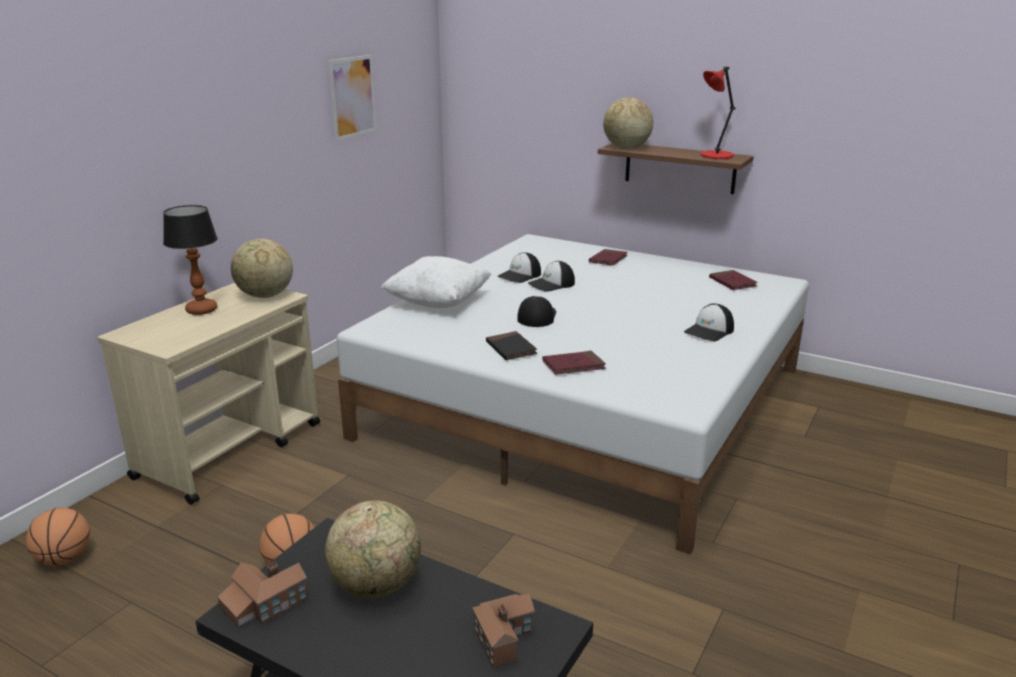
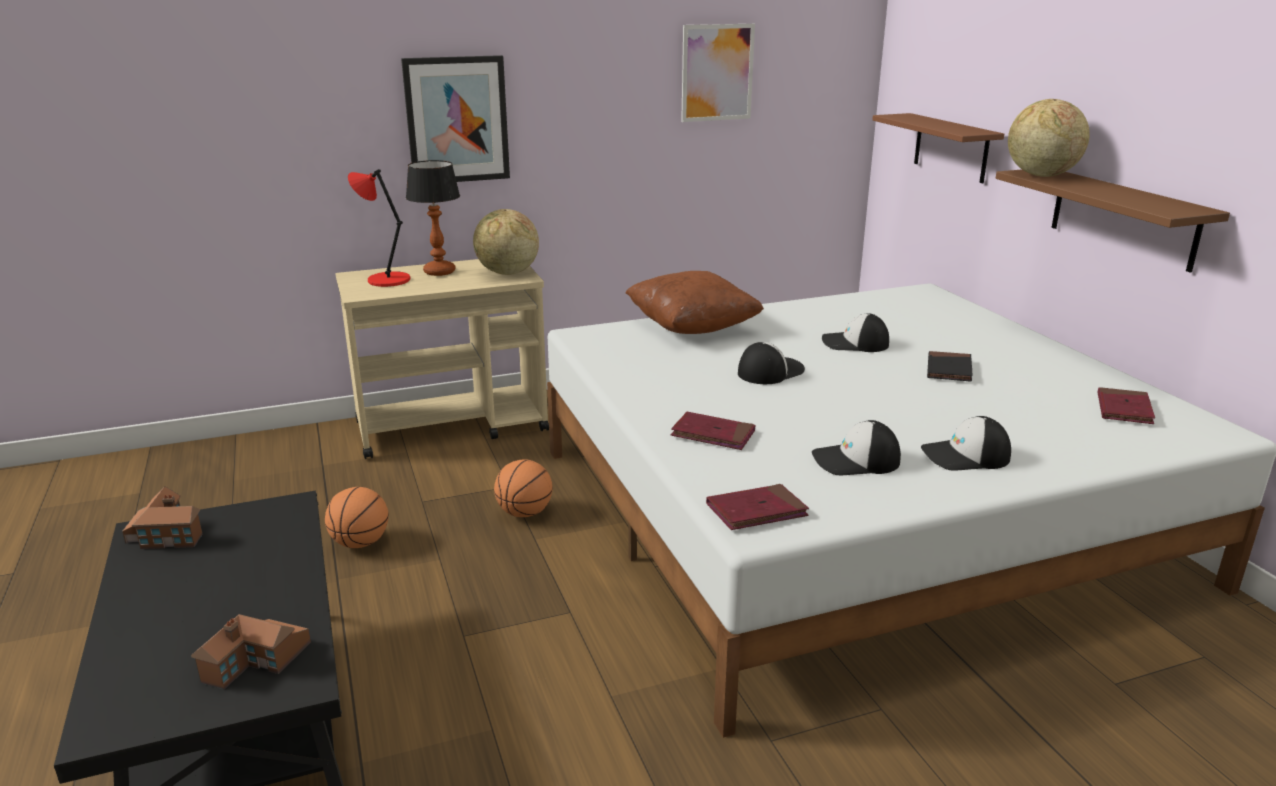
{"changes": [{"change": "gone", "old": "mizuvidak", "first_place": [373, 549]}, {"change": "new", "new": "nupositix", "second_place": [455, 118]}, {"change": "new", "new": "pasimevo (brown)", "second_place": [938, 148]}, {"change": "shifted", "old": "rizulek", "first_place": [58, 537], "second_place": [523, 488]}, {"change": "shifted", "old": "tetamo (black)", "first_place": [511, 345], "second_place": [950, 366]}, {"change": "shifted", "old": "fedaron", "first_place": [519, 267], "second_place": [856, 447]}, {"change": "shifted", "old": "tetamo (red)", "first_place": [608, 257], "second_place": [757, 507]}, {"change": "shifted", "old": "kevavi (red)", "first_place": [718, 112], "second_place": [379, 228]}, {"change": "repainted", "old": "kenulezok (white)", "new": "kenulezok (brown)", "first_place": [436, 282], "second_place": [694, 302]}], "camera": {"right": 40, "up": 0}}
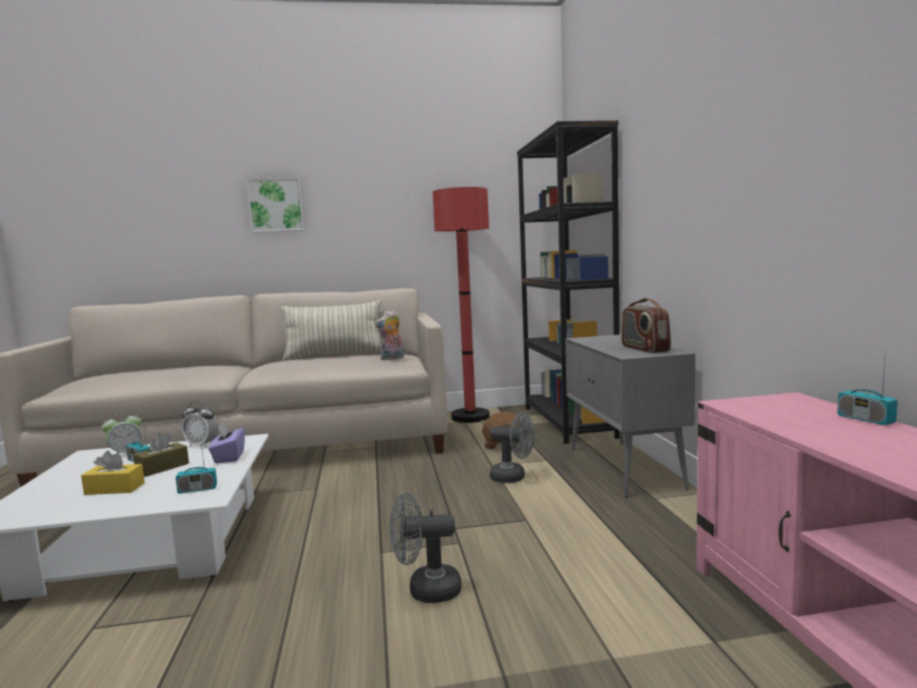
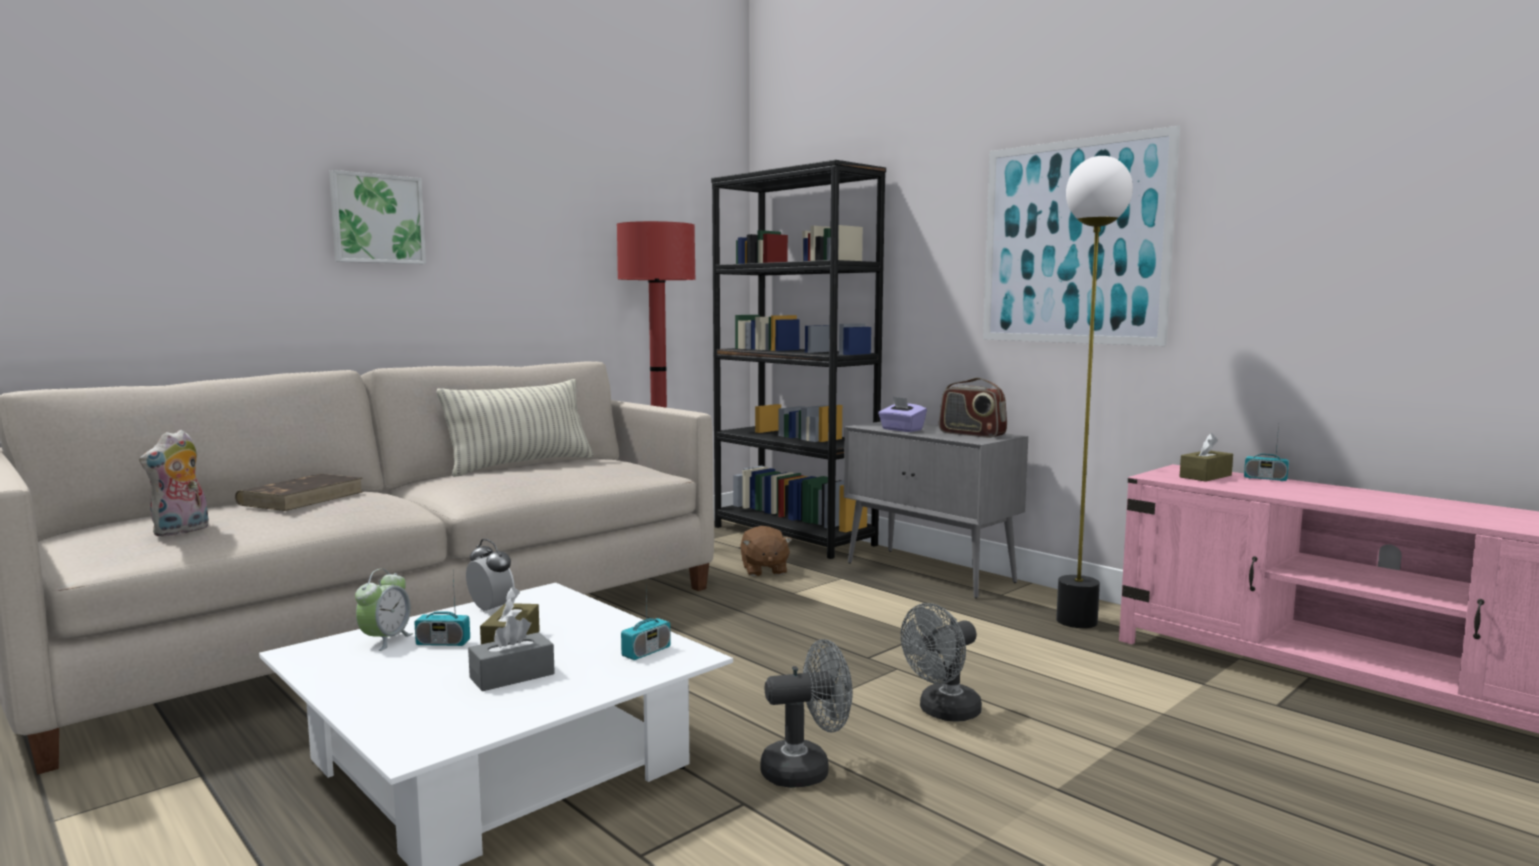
{"changes": [{"change": "new", "new": "tetamo (brown)", "second_place": [299, 492]}, {"change": "new", "new": "nupositix", "second_place": [1081, 236]}, {"change": "new", "new": "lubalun", "second_place": [1094, 392]}, {"change": "new", "new": "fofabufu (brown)", "second_place": [1206, 457]}, {"change": "shifted", "old": "fofabufu (purple)", "first_place": [227, 443], "second_place": [902, 414]}, {"change": "shifted", "old": "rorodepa", "first_place": [389, 335], "second_place": [174, 483]}, {"change": "shifted", "old": "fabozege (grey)", "first_place": [512, 447], "second_place": [806, 713]}, {"change": "repainted", "old": "fofabufu (yellow)", "new": "fofabufu (grey)", "first_place": [113, 473], "second_place": [511, 653]}, {"change": "rotated", "old": "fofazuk", "first_place": [200, 424], "second_place": [490, 575], "degrees": -120}], "camera": {"right": -35, "up": 0}}
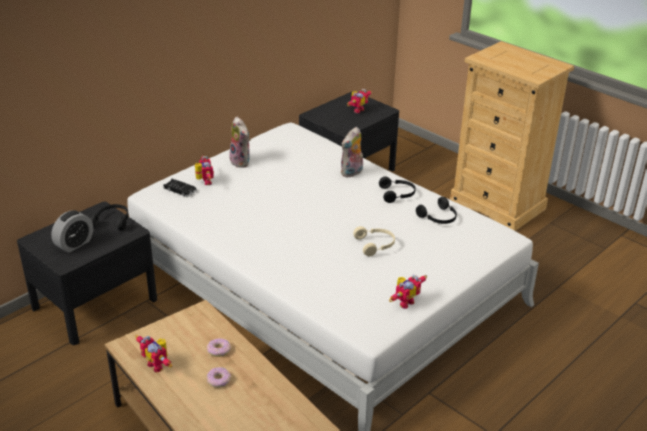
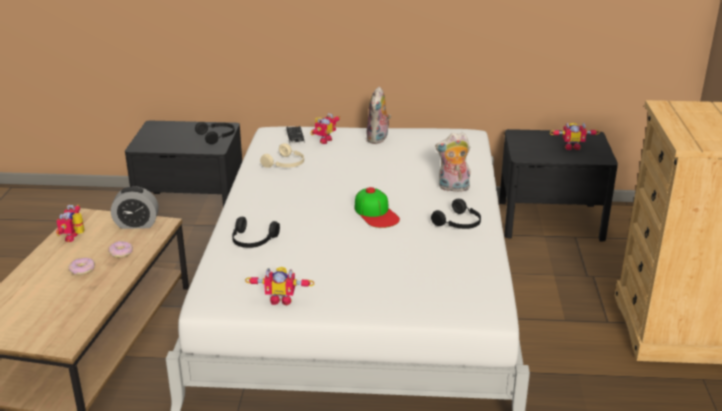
{"changes": [{"change": "new", "new": "fedaron", "second_place": [377, 207]}, {"change": "shifted", "old": "fofazuk", "first_place": [72, 231], "second_place": [135, 207]}, {"change": "shifted", "old": "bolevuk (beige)", "first_place": [374, 241], "second_place": [282, 155]}, {"change": "shifted", "old": "bolevuk (black)", "first_place": [436, 210], "second_place": [256, 232]}], "camera": {"right": 50, "up": -5}}
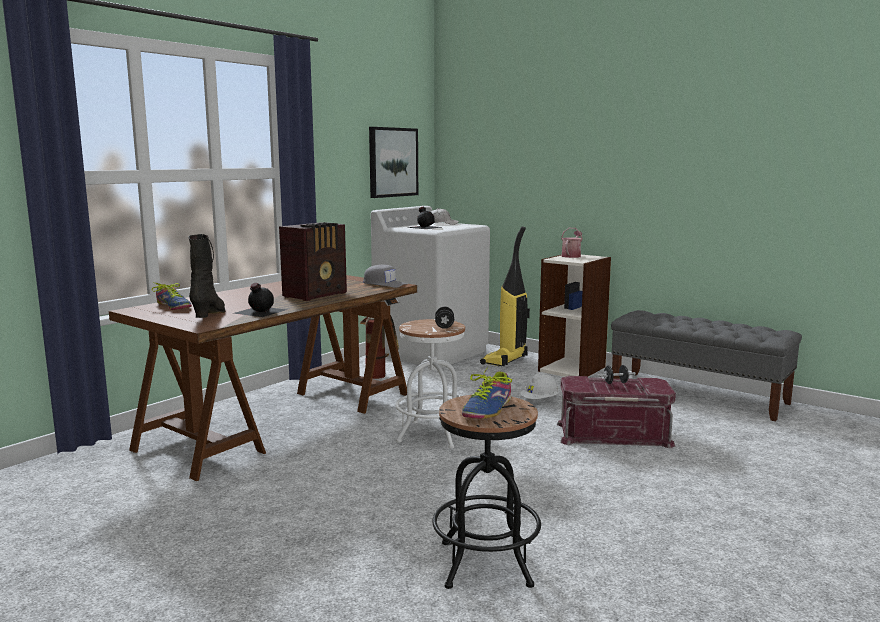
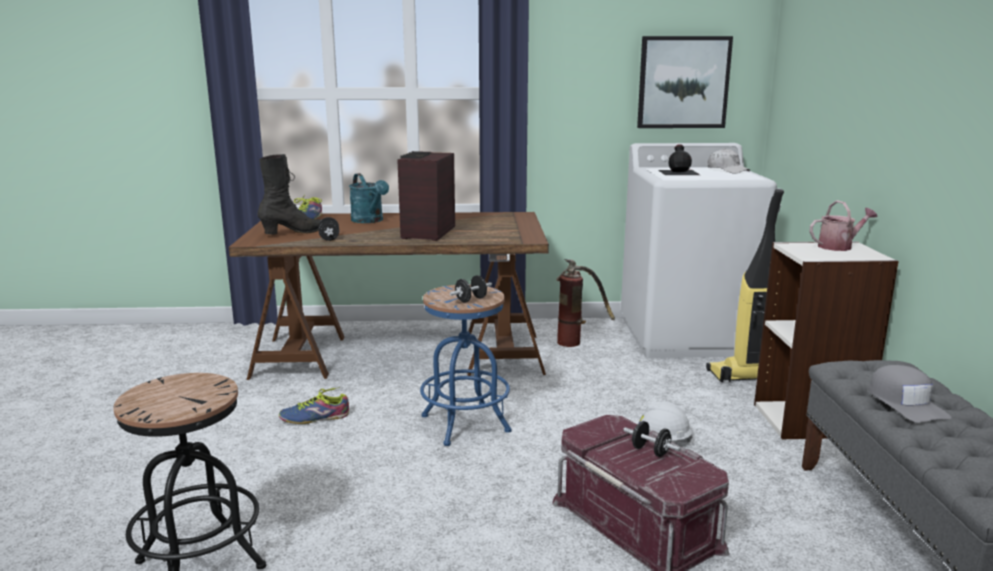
{"changes": [{"change": "new", "new": "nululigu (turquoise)", "second_place": [369, 198]}, {"change": "shifted", "old": "fedaron (grey)", "first_place": [385, 276], "second_place": [910, 394]}, {"change": "shifted", "old": "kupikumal", "first_place": [487, 393], "second_place": [314, 405]}, {"change": "swapped", "old": "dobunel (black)", "new": "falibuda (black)", "first_place": [259, 300], "second_place": [329, 229]}, {"change": "repainted", "old": "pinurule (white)", "new": "pinurule (blue)", "first_place": [430, 384], "second_place": [466, 365]}, {"change": "rotated", "old": "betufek", "first_place": [313, 261], "second_place": [426, 196], "degrees": 105}], "camera": {"right": 50, "up": 5}}
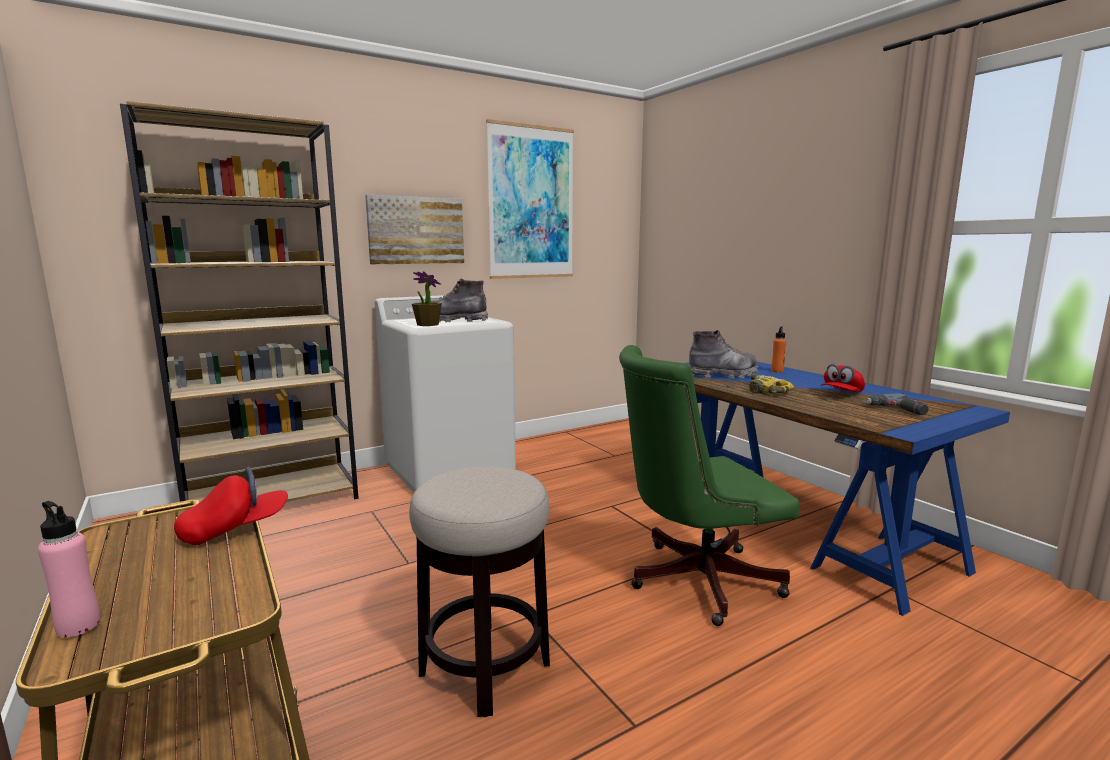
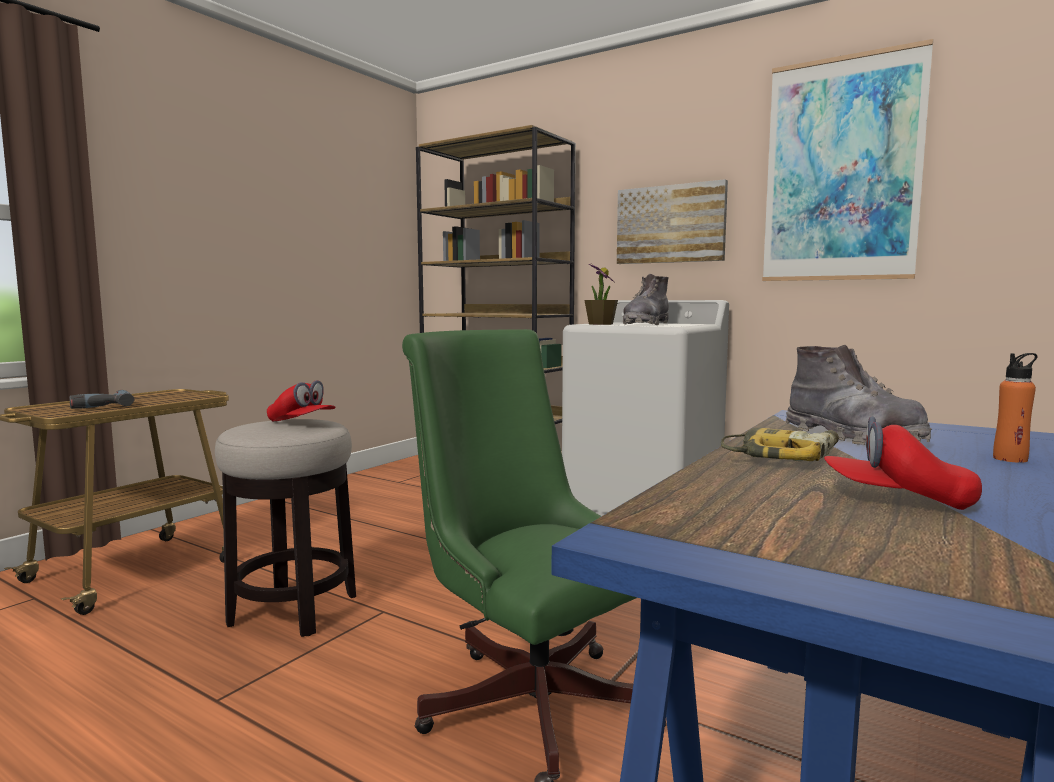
{"changes": [{"change": "gone", "old": "dobunel (pink)", "first_place": [69, 569]}, {"change": "shifted", "old": "fedaron (red)", "first_place": [231, 506], "second_place": [301, 400]}, {"change": "shifted", "old": "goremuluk", "first_place": [897, 404], "second_place": [102, 399]}, {"change": "rotated", "old": "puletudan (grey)", "first_place": [459, 300], "second_place": [645, 299], "degrees": -135}], "camera": {"right": 65, "up": -5}}
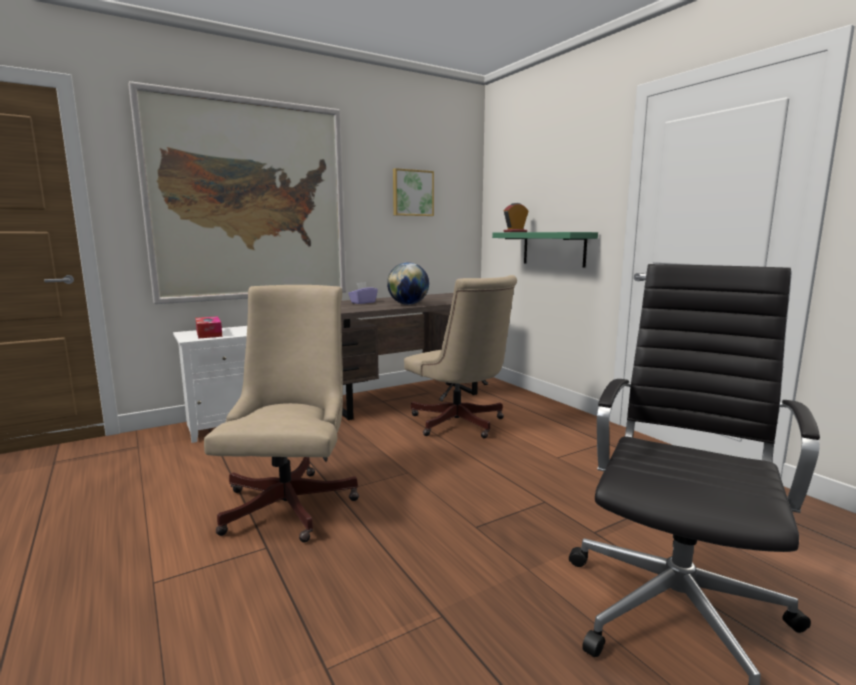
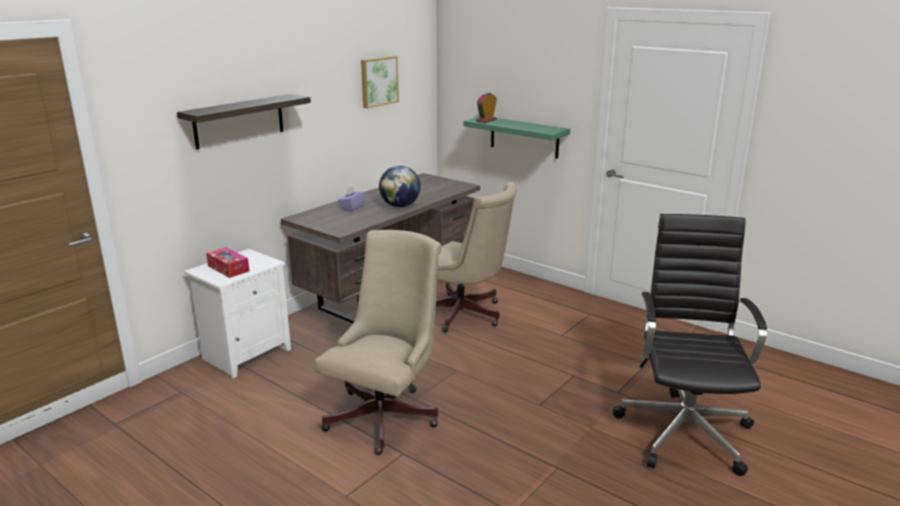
{"changes": [{"change": "swapped", "old": "nupositix", "new": "pasimevo", "first_place": [237, 192], "second_place": [244, 122]}, {"change": "rotated", "old": "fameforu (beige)", "first_place": [281, 414], "second_place": [378, 342], "degrees": 45}], "camera": {"right": -20, "up": 10}}
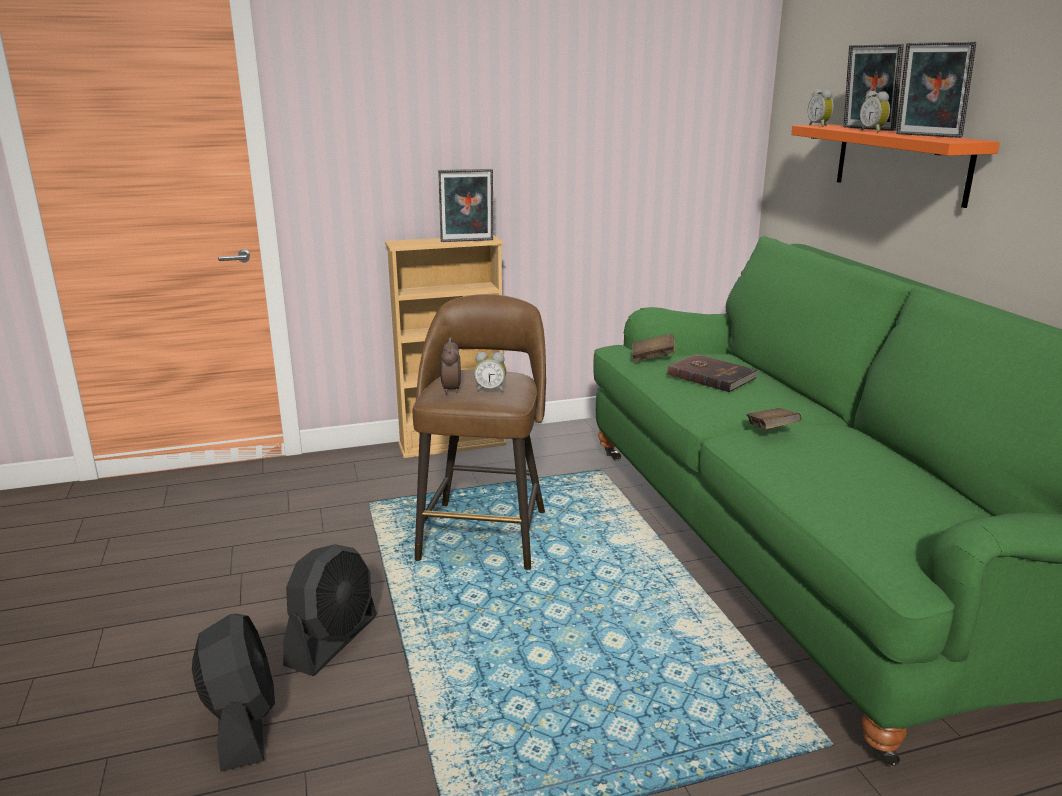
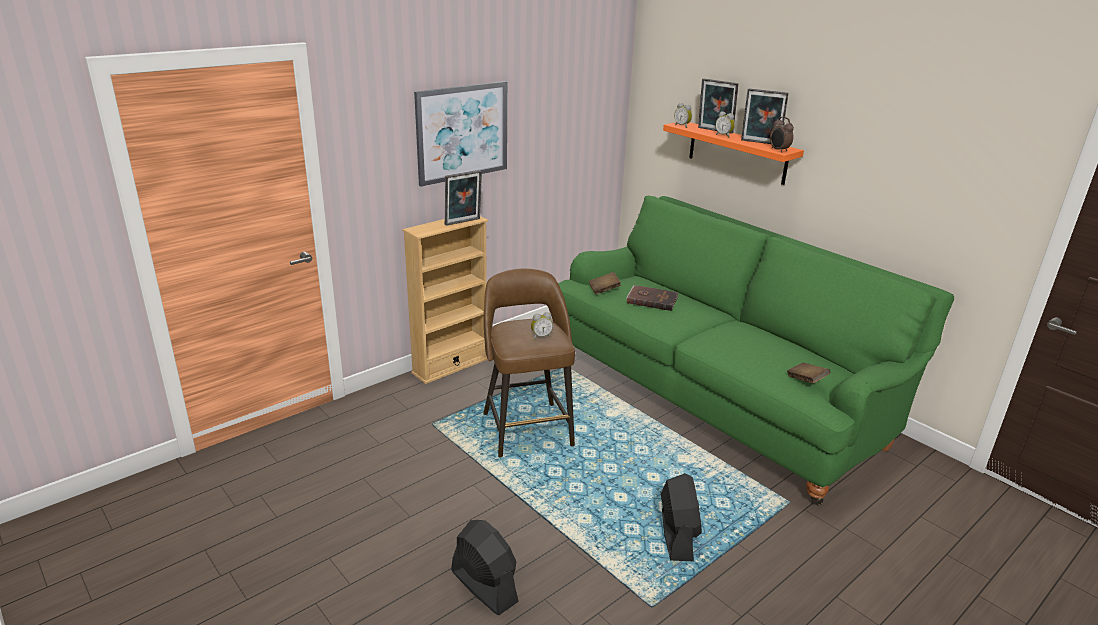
{"changes": [{"change": "new", "new": "nupositix", "second_place": [460, 134]}, {"change": "shifted", "old": "fabozege (black)", "first_place": [330, 610], "second_place": [681, 517]}, {"change": "shifted", "old": "fofazuk", "first_place": [450, 366], "second_place": [782, 135]}, {"change": "shifted", "old": "tetamo (brown)", "first_place": [773, 418], "second_place": [808, 373]}], "camera": {"right": -25, "up": 5}}
